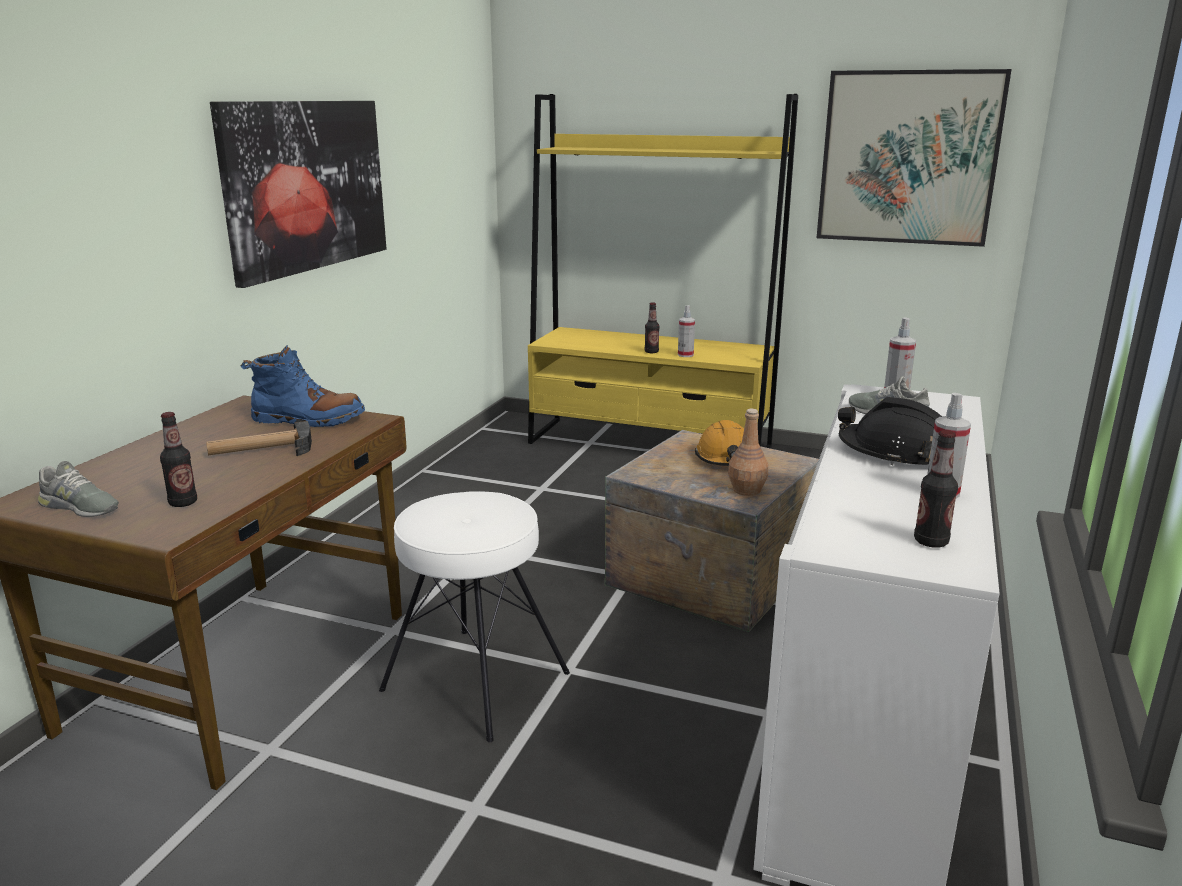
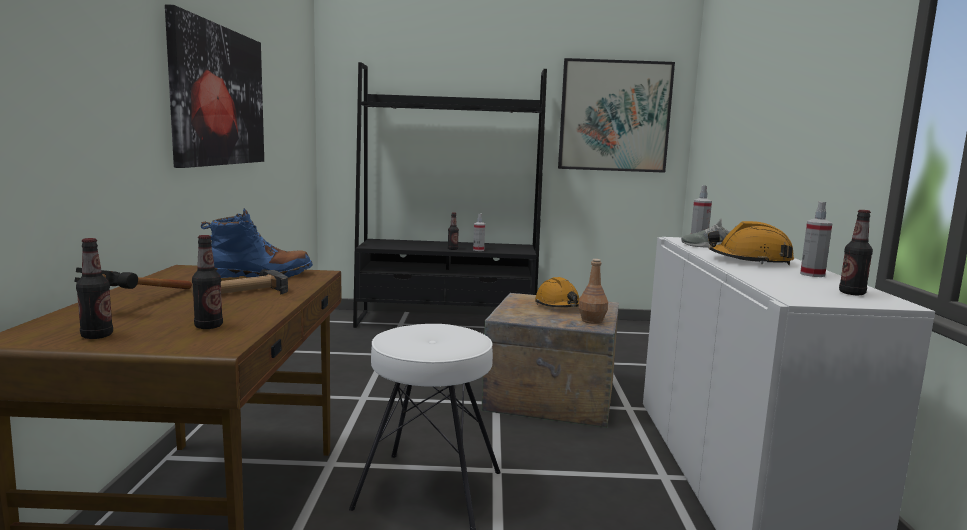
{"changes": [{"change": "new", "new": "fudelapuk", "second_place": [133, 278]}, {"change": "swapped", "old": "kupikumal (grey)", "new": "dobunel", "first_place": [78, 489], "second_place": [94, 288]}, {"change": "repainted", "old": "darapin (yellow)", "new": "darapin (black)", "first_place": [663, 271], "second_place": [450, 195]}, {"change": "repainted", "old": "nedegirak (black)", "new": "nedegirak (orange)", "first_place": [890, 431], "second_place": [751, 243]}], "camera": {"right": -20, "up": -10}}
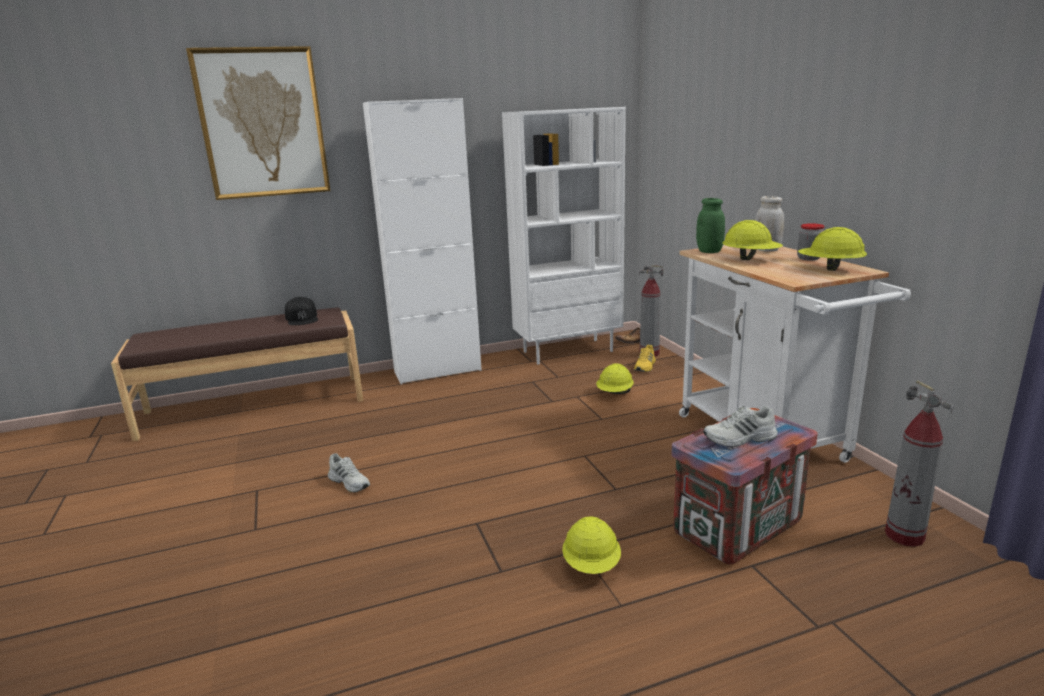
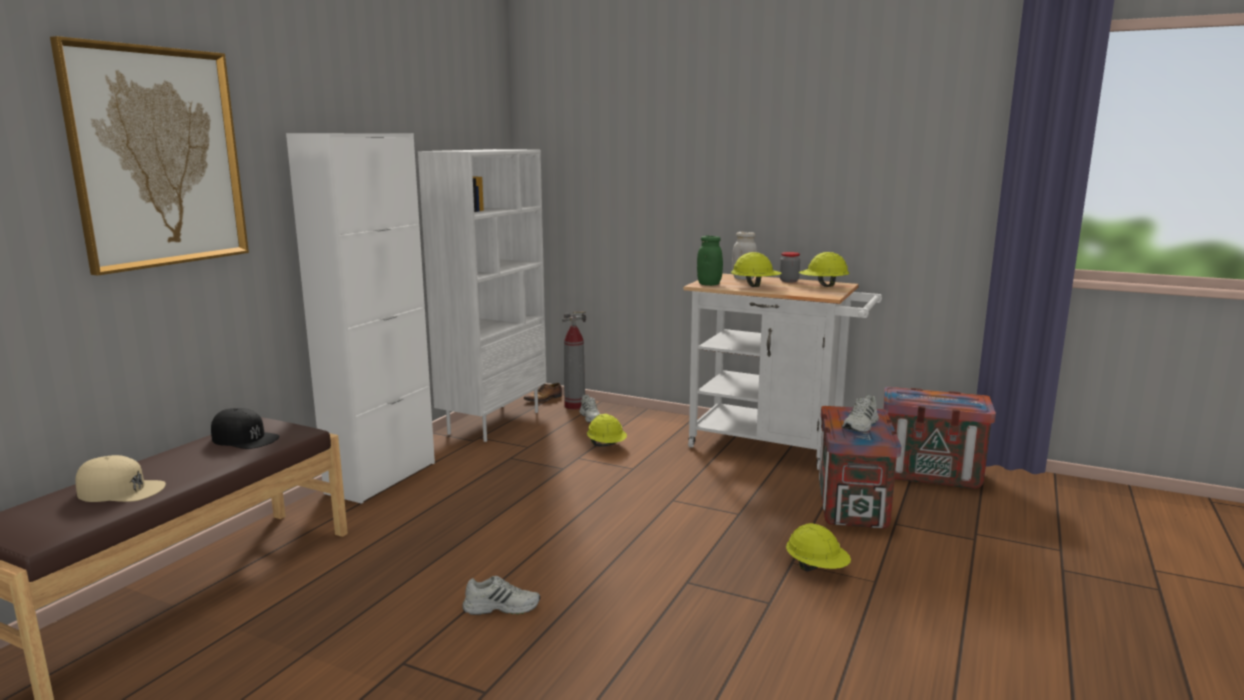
{"changes": [{"change": "new", "new": "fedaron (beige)", "second_place": [120, 478]}, {"change": "swapped", "old": "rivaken", "new": "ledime", "first_place": [919, 463], "second_place": [939, 438]}, {"change": "repainted", "old": "kupikumal (yellow)", "new": "kupikumal (white)", "first_place": [645, 358], "second_place": [589, 408]}], "camera": {"right": -45, "up": -5}}
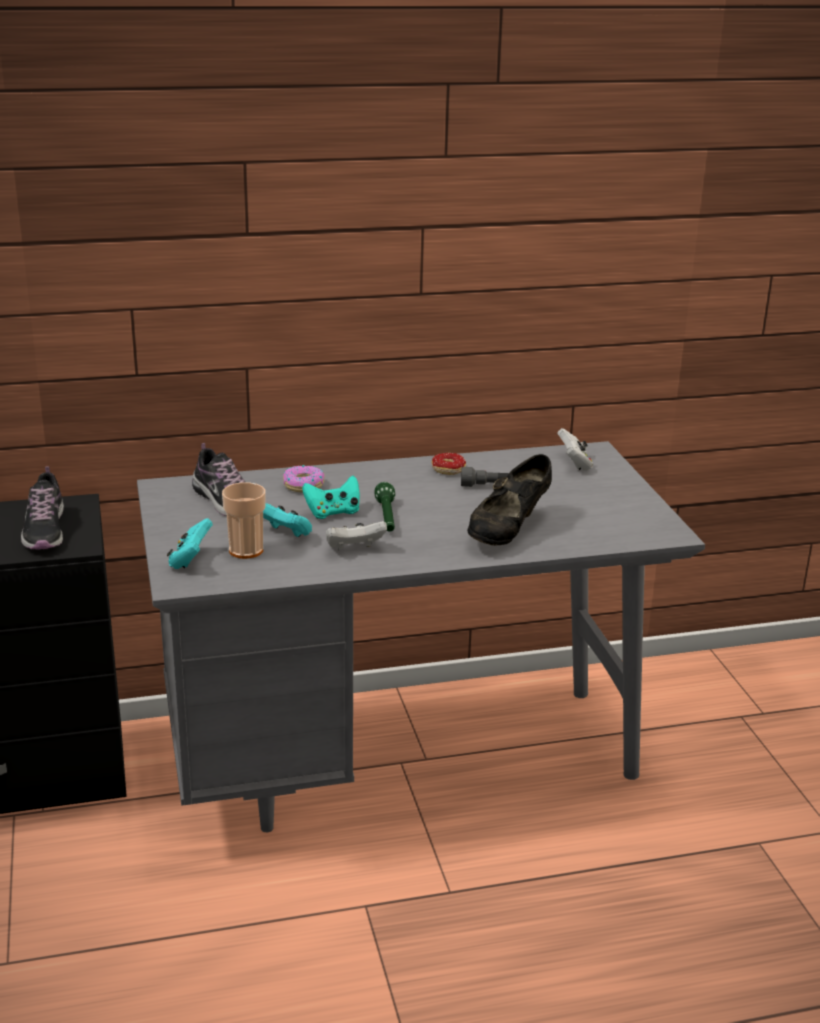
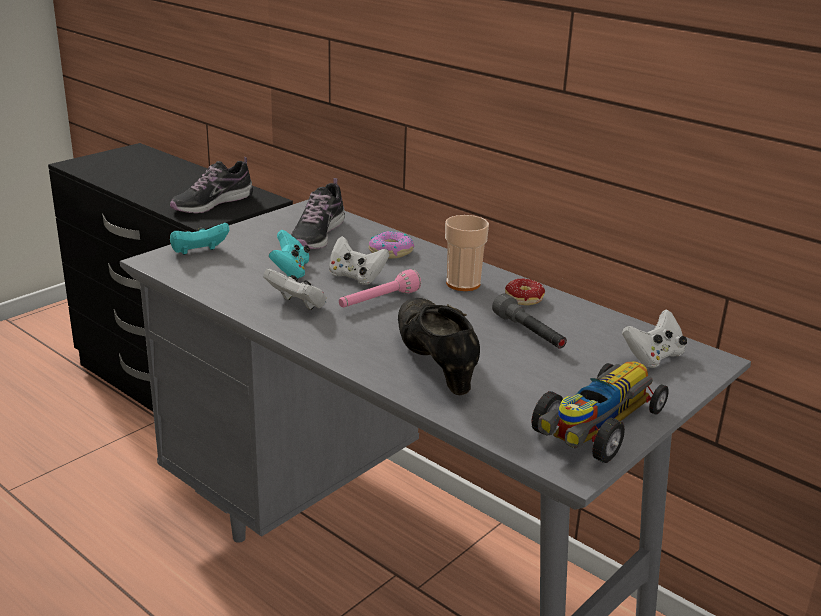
{"changes": [{"change": "new", "new": "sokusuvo", "second_place": [600, 412]}, {"change": "shifted", "old": "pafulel", "first_place": [244, 520], "second_place": [467, 253]}, {"change": "repainted", "old": "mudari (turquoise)", "new": "mudari (white)", "first_place": [331, 497], "second_place": [359, 260]}, {"change": "repainted", "old": "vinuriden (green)", "new": "vinuriden (pink)", "first_place": [384, 507], "second_place": [380, 288]}, {"change": "rotated", "old": "kupikumal (black)", "first_place": [509, 500], "second_place": [439, 346], "degrees": 75}], "camera": {"right": 55, "up": 0}}
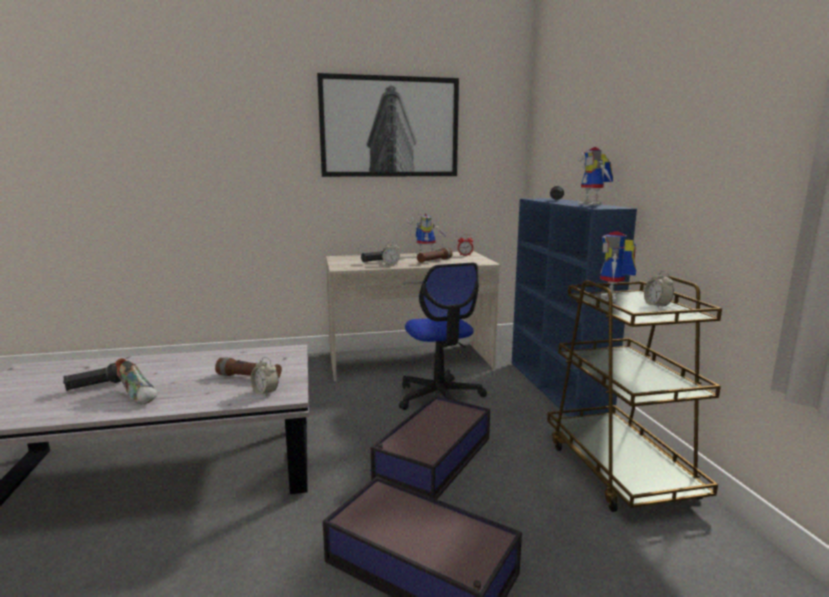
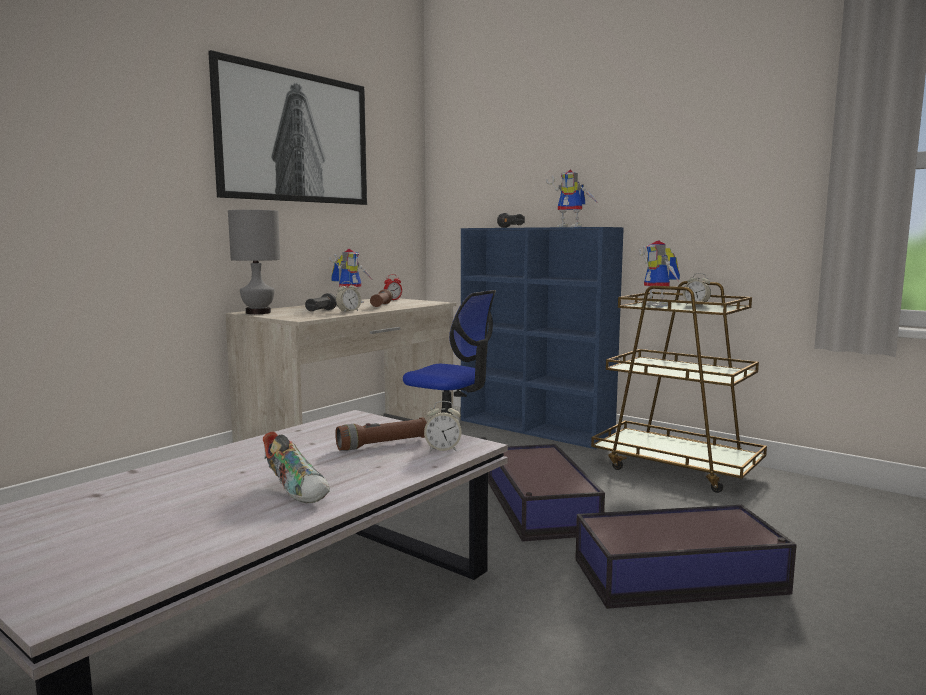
{"changes": [{"change": "gone", "old": "vinuriden (black)", "first_place": [92, 377]}, {"change": "new", "new": "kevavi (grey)", "second_place": [254, 262]}, {"change": "rotated", "old": "kupikumal", "first_place": [136, 381], "second_place": [296, 467], "degrees": 45}], "camera": {"right": -40, "up": -5}}
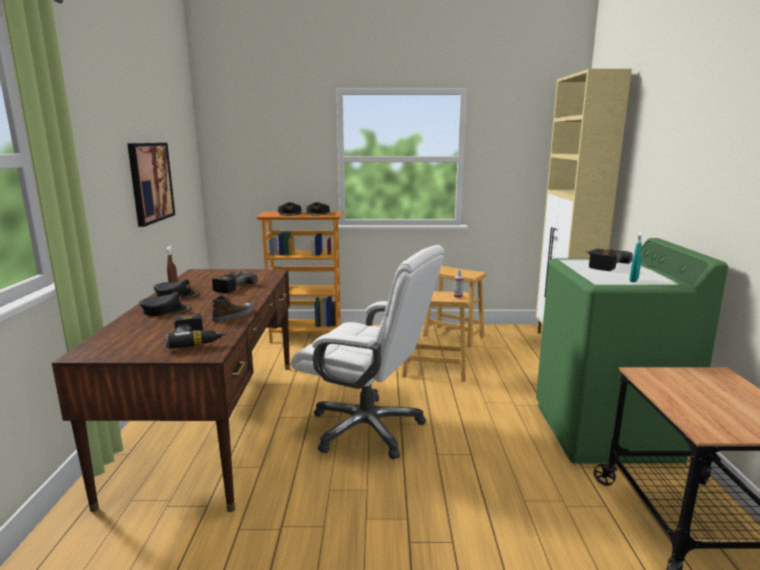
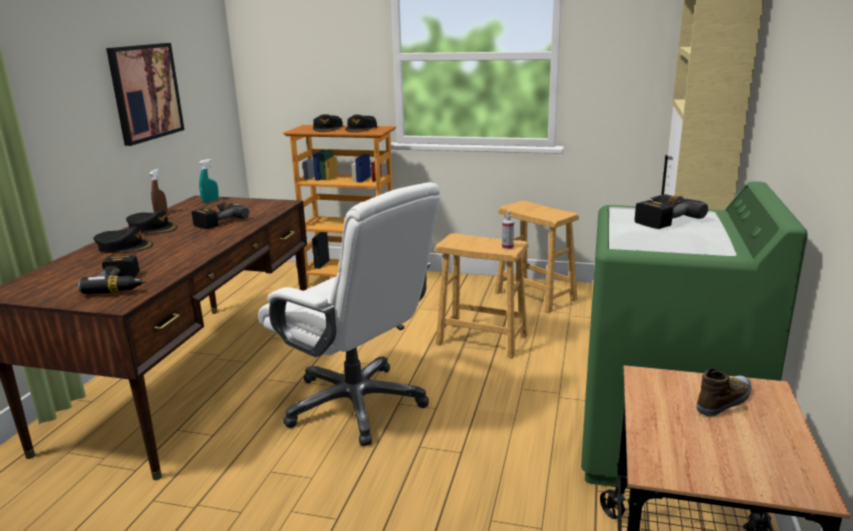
{"changes": [{"change": "shifted", "old": "kupikumal", "first_place": [232, 308], "second_place": [724, 392]}, {"change": "shifted", "old": "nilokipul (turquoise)", "first_place": [636, 256], "second_place": [209, 181]}], "camera": {"right": 15, "up": 5}}
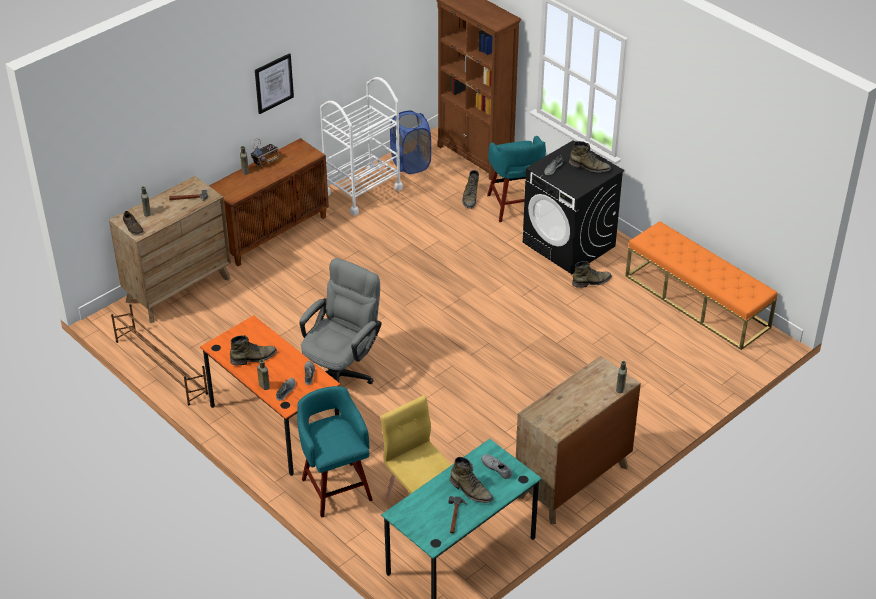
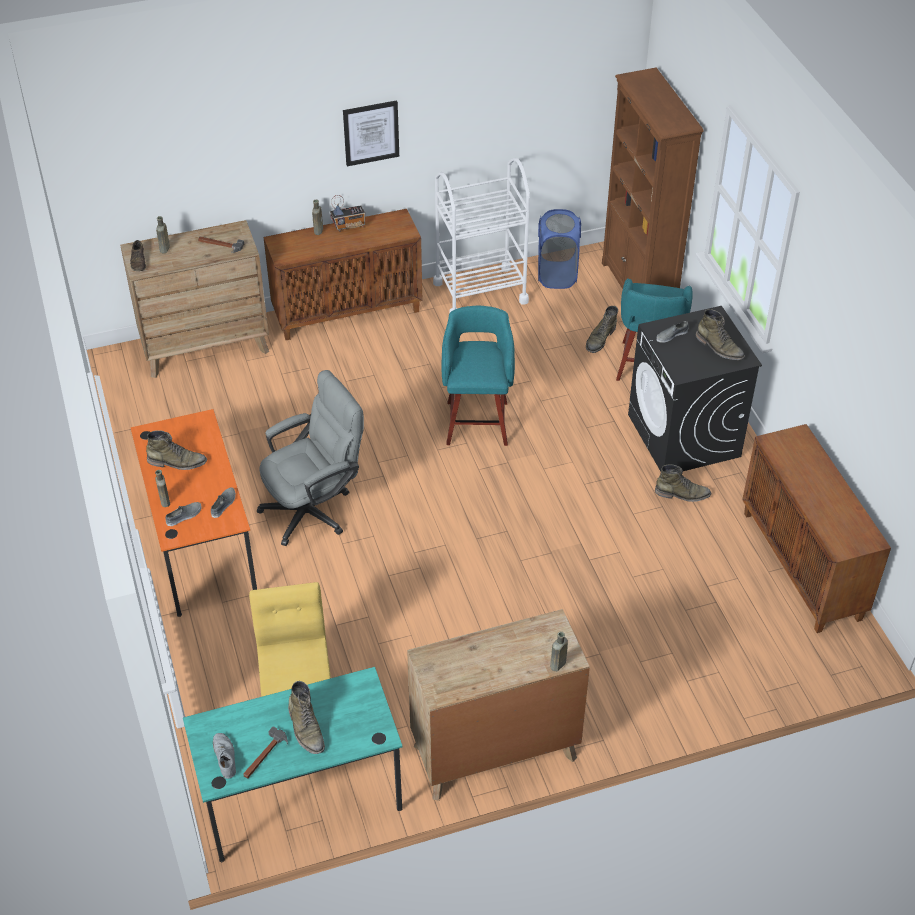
{"changes": [{"change": "gone", "old": "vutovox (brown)", "first_place": [159, 354]}, {"change": "shifted", "old": "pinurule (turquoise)", "first_place": [335, 452], "second_place": [478, 376]}, {"change": "shifted", "old": "kupikumal (grey)", "first_place": [496, 466], "second_place": [224, 756]}, {"change": "swapped", "old": "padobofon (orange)", "new": "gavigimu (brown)", "first_place": [701, 285], "second_place": [816, 528]}], "camera": {"right": 25, "up": 5}}
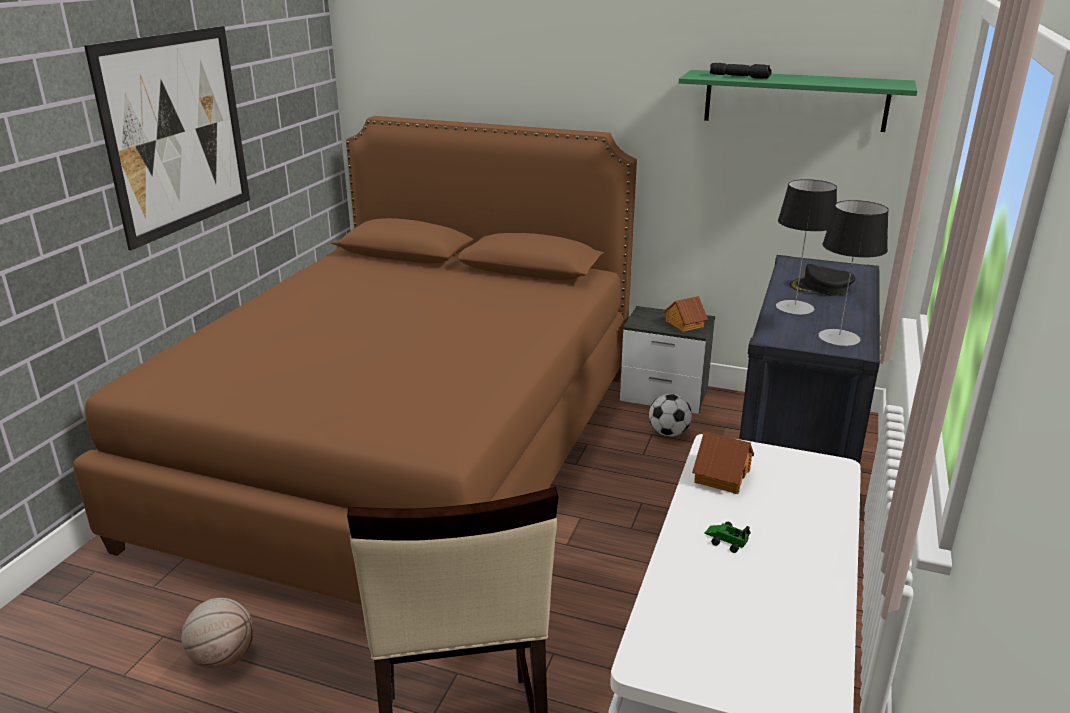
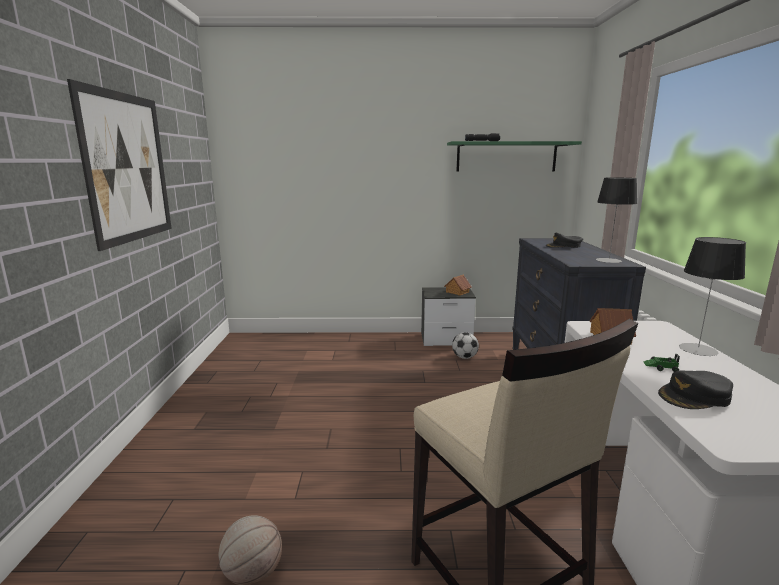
{"changes": [{"change": "gone", "old": "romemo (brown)", "first_place": [355, 360]}, {"change": "new", "new": "fedaron (black)", "second_place": [695, 389]}, {"change": "shifted", "old": "kevavi", "first_place": [806, 247], "second_place": [712, 296]}], "camera": {"right": -20, "up": -10}}
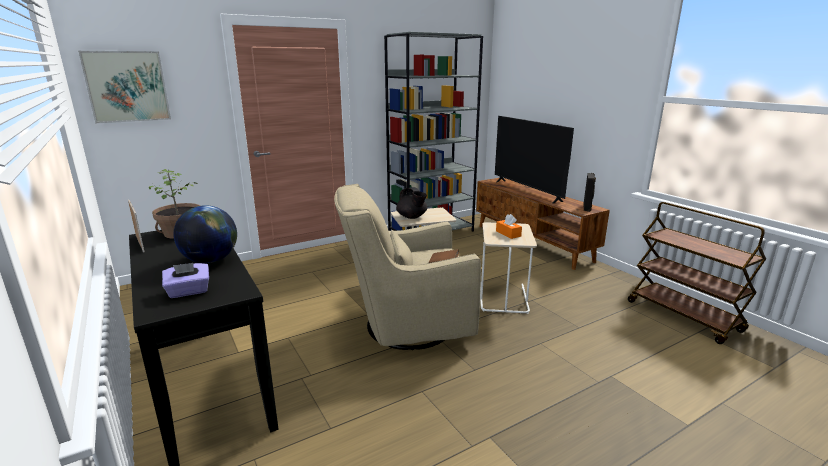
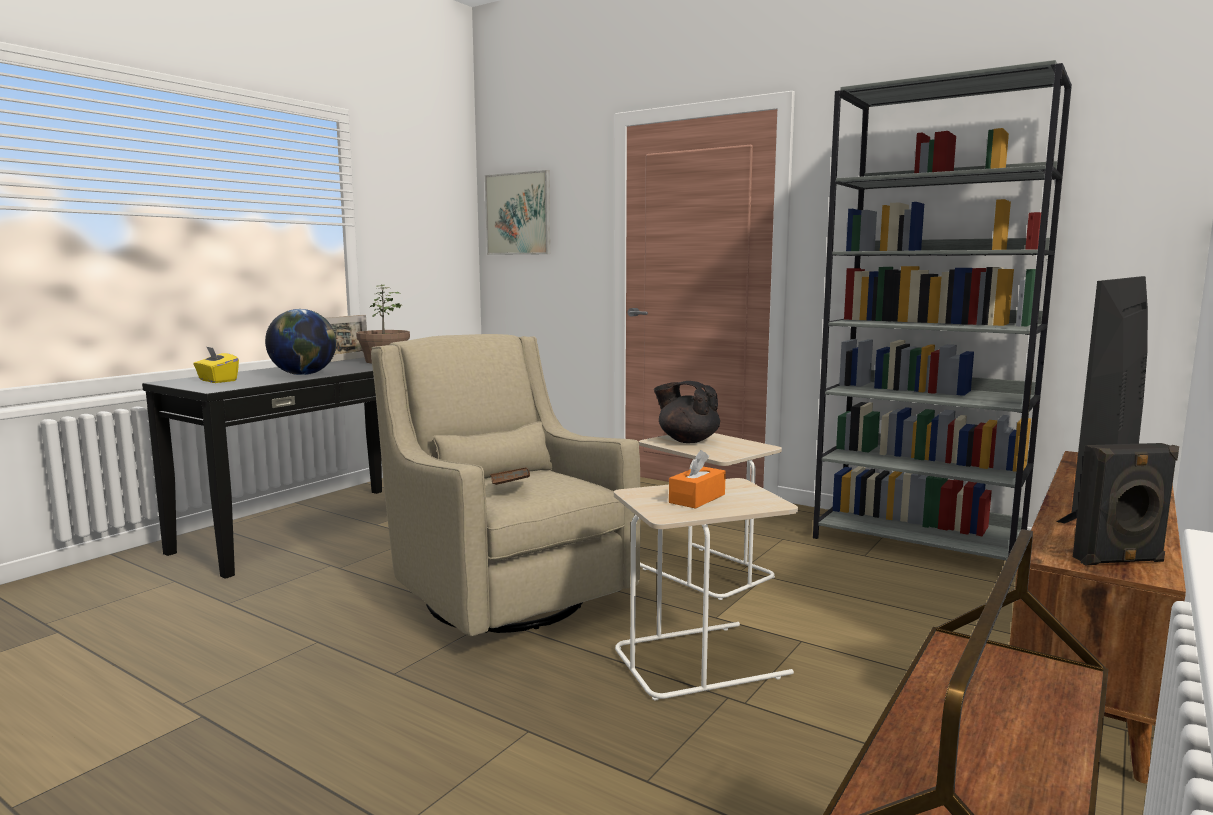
{"changes": [{"change": "repainted", "old": "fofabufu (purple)", "new": "fofabufu (yellow)", "first_place": [185, 280], "second_place": [216, 364]}, {"change": "rotated", "old": "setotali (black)", "first_place": [411, 203], "second_place": [687, 412], "degrees": 90}], "camera": {"right": 65, "up": -10}}
